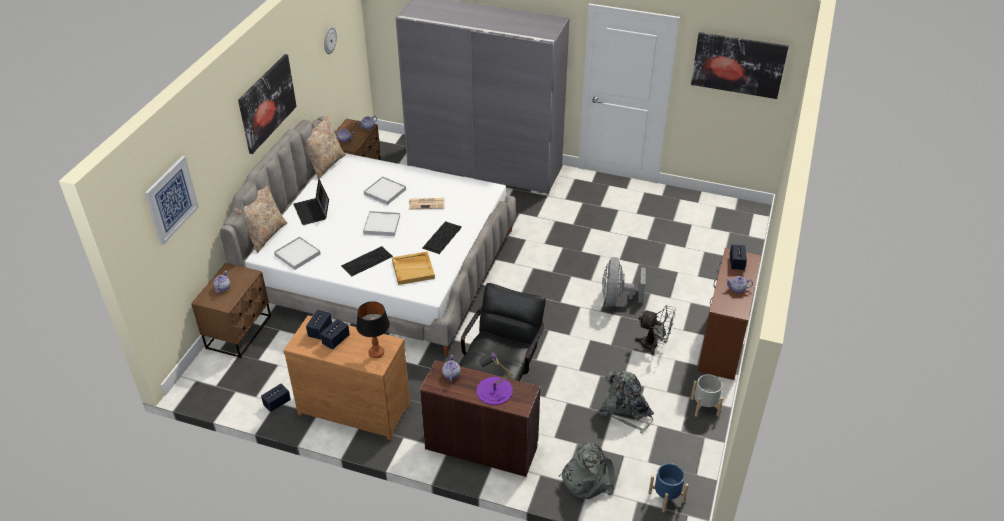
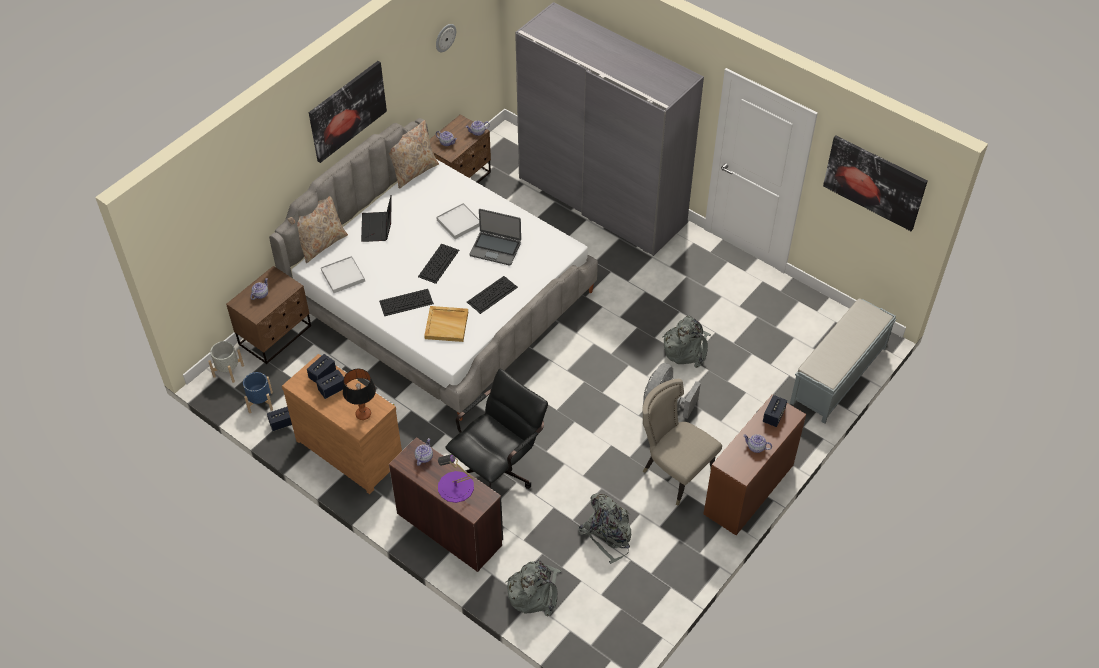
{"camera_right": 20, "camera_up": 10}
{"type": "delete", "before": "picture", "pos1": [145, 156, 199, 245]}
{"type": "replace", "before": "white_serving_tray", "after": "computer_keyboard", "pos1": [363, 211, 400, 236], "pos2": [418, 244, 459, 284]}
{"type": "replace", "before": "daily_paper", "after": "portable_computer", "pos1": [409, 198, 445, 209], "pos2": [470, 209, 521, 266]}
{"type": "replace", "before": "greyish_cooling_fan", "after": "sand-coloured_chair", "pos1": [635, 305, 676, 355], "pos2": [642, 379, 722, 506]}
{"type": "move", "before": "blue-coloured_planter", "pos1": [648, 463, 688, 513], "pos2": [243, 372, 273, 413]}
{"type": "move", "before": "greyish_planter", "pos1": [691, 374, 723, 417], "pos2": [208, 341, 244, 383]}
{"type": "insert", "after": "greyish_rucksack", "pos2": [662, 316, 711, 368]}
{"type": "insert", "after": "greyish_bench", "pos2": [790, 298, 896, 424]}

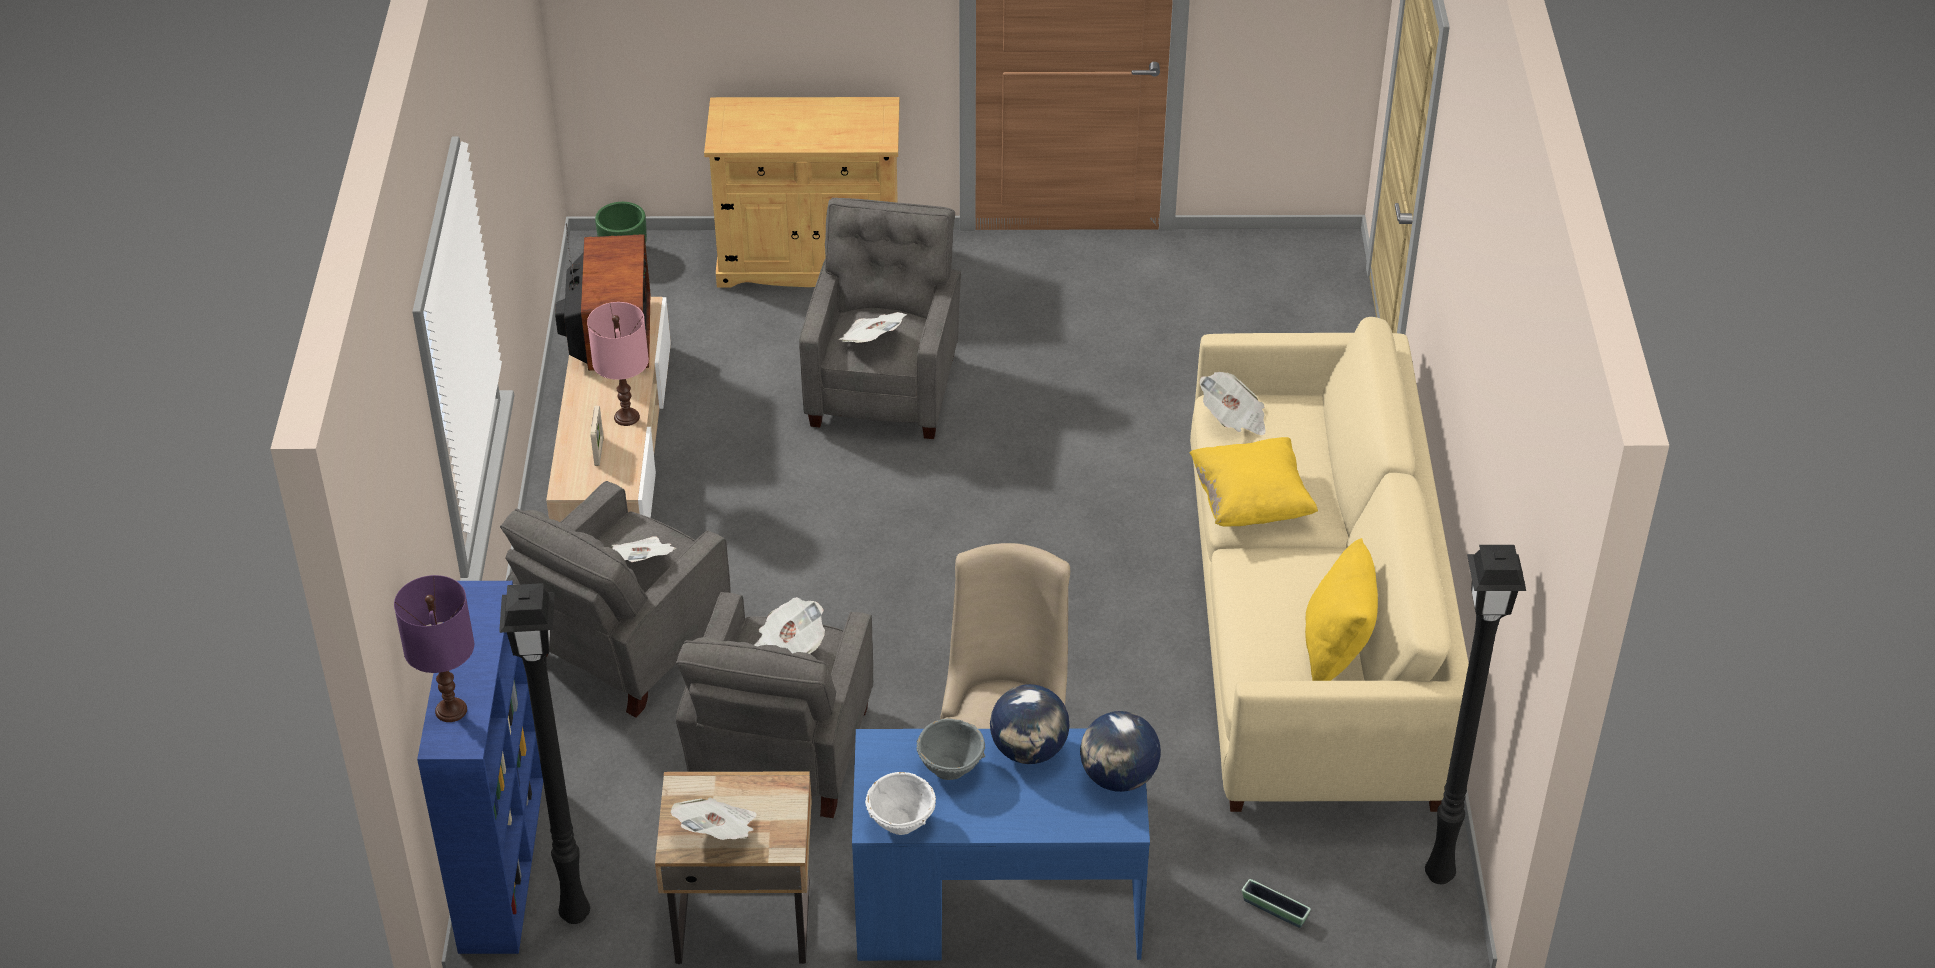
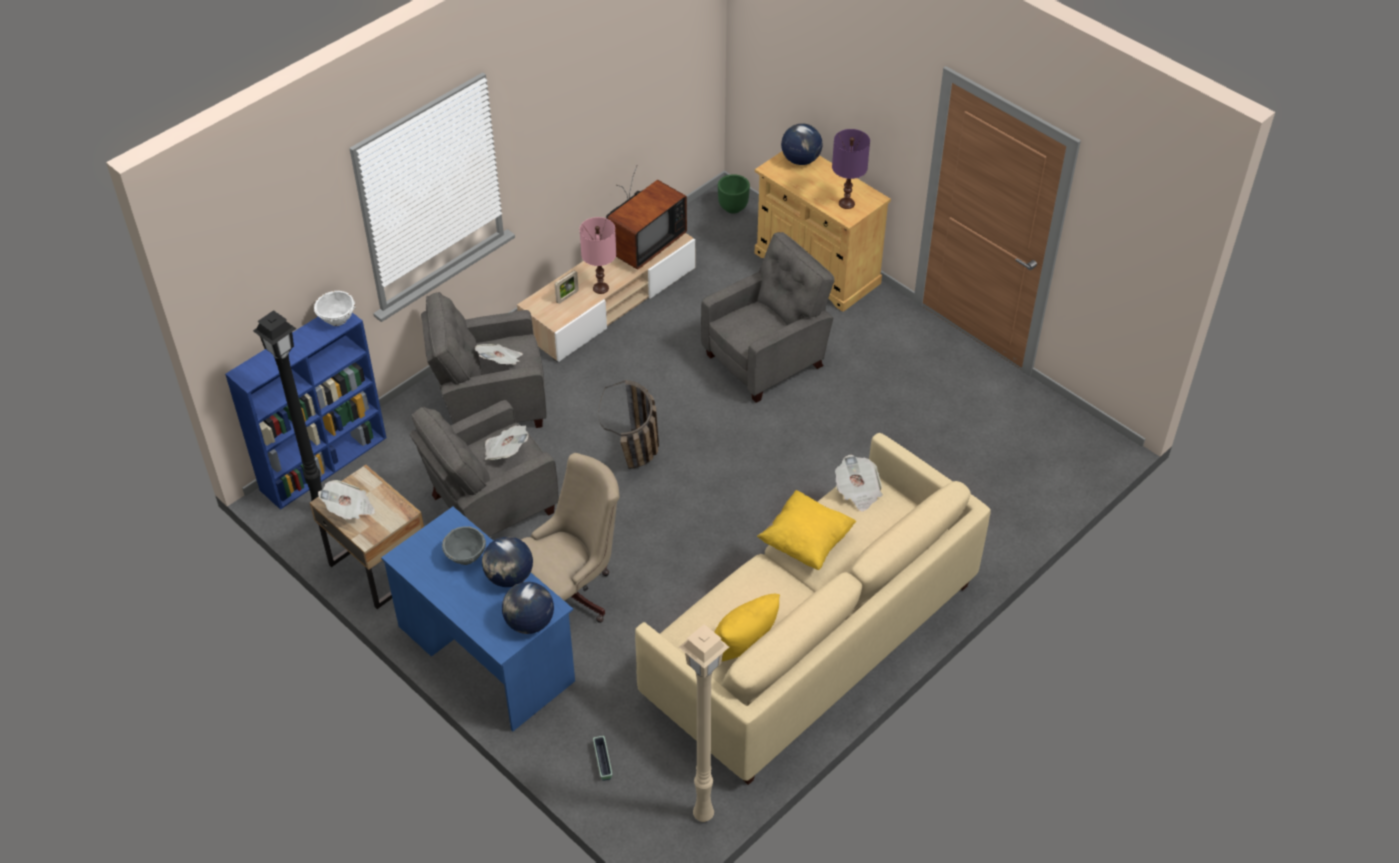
{"camera_right": 45, "camera_up": 5}
{"type": "move", "before": "purplish_lamp_for_a_table", "pos1": [394, 575, 474, 722], "pos2": [832, 129, 870, 209]}
{"type": "delete", "before": "daily_paper", "pos1": [839, 312, 907, 343]}
{"type": "move", "before": "white_serving_bowl", "pos1": [865, 772, 936, 835], "pos2": [314, 291, 356, 326]}
{"type": "recolor", "before": "blackish_floor_lamp", "after": "sand-coloured_floor_lamp", "pos1": [1425, 545, 1526, 884], "pos2": [679, 624, 729, 822]}
{"type": "insert", "after": "storage_basket", "pos2": [598, 380, 659, 469]}
{"type": "insert", "after": "globe", "pos2": [781, 123, 822, 165]}

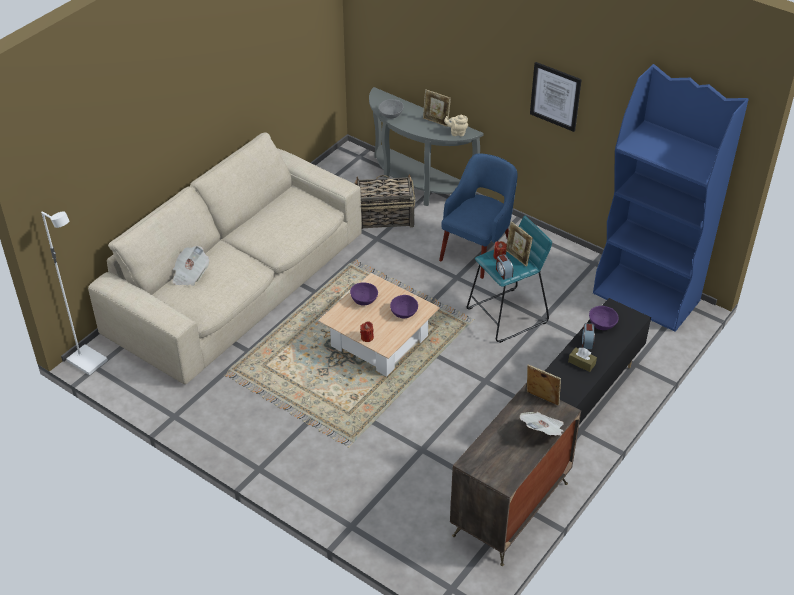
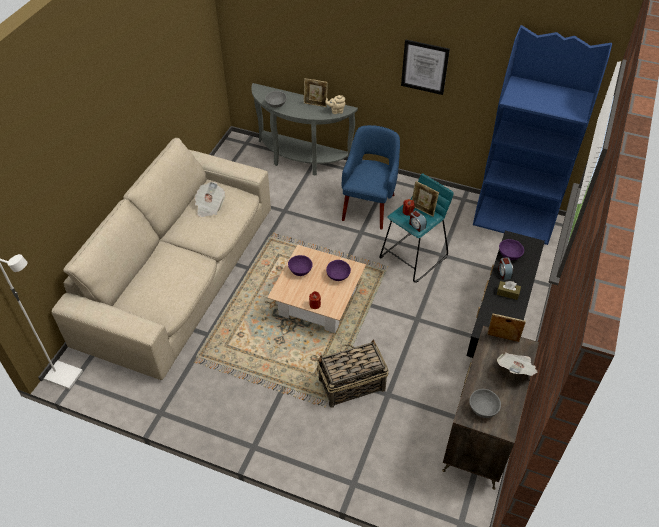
{"camera_right": -15, "camera_up": 5}
{"type": "move", "before": "daily_paper", "pos1": [172, 246, 209, 286], "pos2": [194, 182, 225, 217]}
{"type": "move", "before": "storage_basket", "pos1": [354, 174, 415, 228], "pos2": [317, 339, 389, 408]}
{"type": "insert", "after": "greyish_serving_bowl", "pos2": [469, 389, 501, 418]}

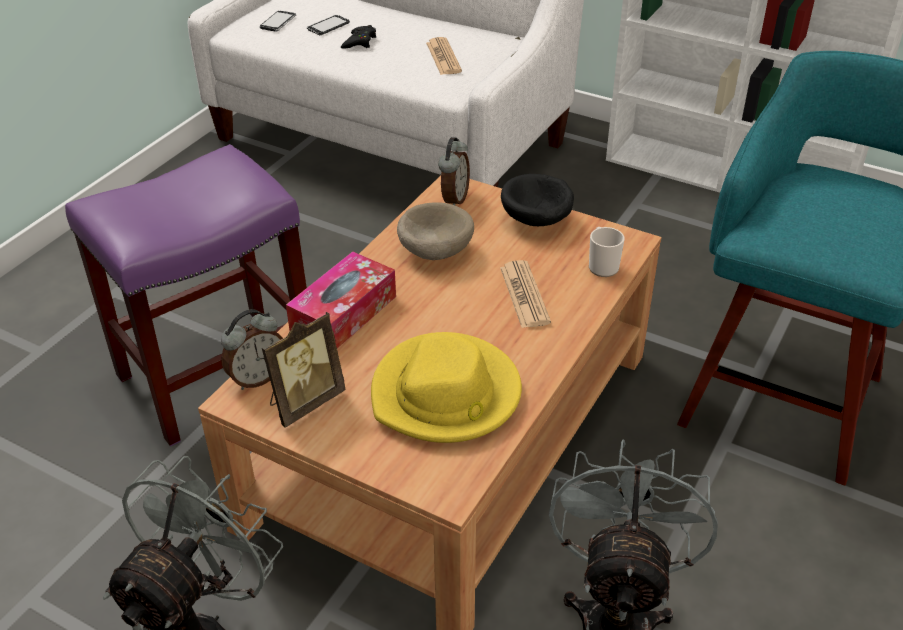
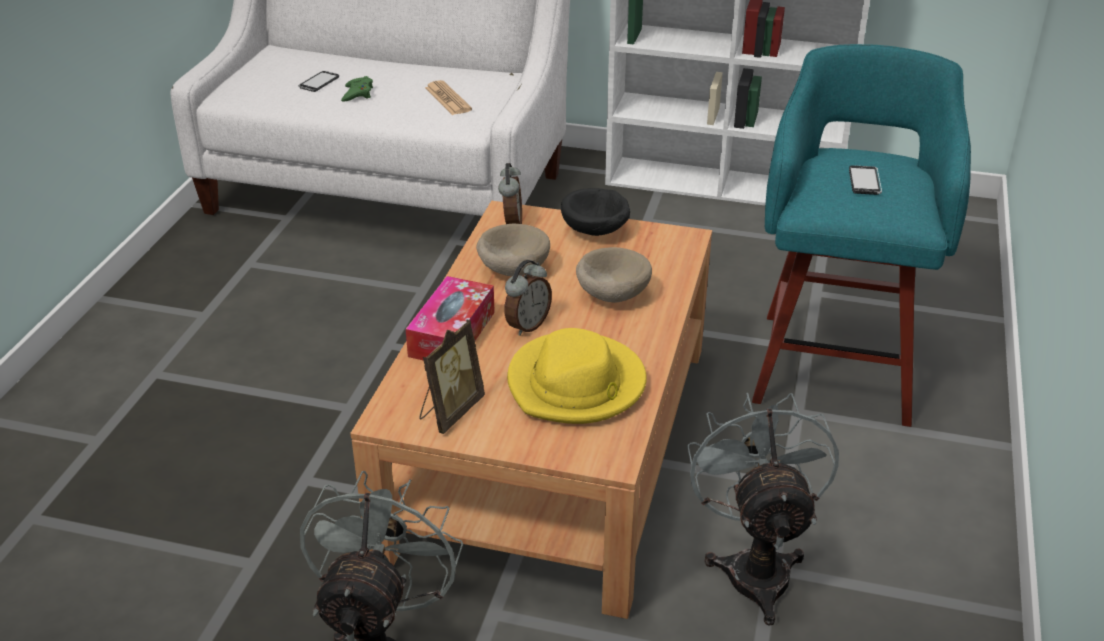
{"camera_right": -15, "camera_up": -5}
{"type": "delete", "before": "purplish_sitting_stool", "pos1": [65, 144, 307, 446]}
{"type": "move", "before": "bedside_clock", "pos1": [221, 309, 283, 390], "pos2": [504, 260, 552, 336]}
{"type": "move", "before": "handset", "pos1": [260, 11, 296, 32], "pos2": [849, 165, 882, 195]}
{"type": "recolor", "before": "blackish_gamepad", "after": "green_gamepad", "pos1": [341, 25, 376, 49], "pos2": [341, 76, 373, 102]}
{"type": "replace", "before": "daily_paper", "after": "sand-coloured_serving_bowl", "pos1": [500, 260, 551, 328], "pos2": [576, 247, 652, 303]}
{"type": "delete", "before": "coffee_mug", "pos1": [589, 227, 624, 277]}

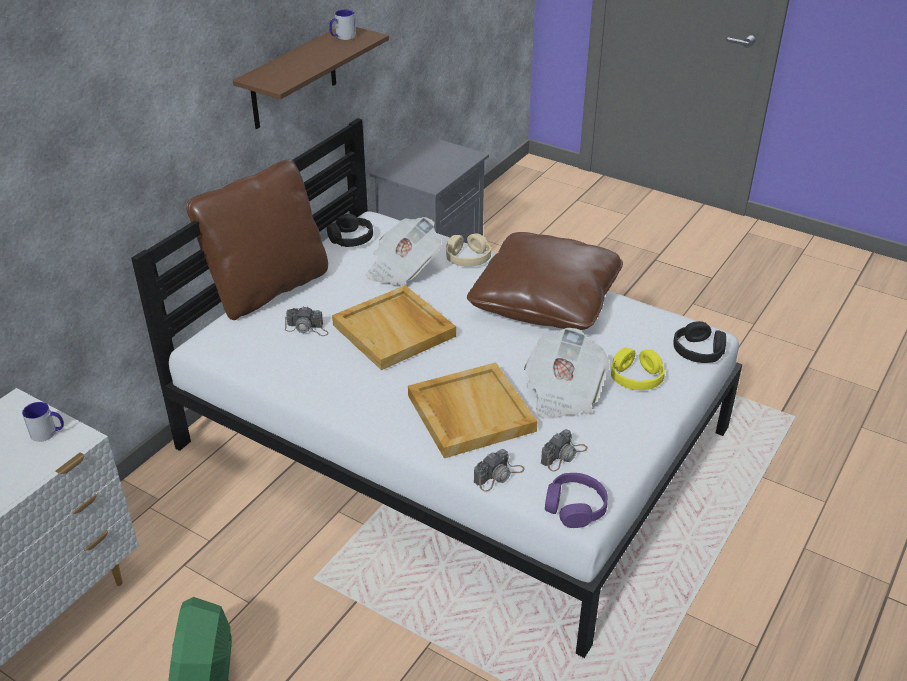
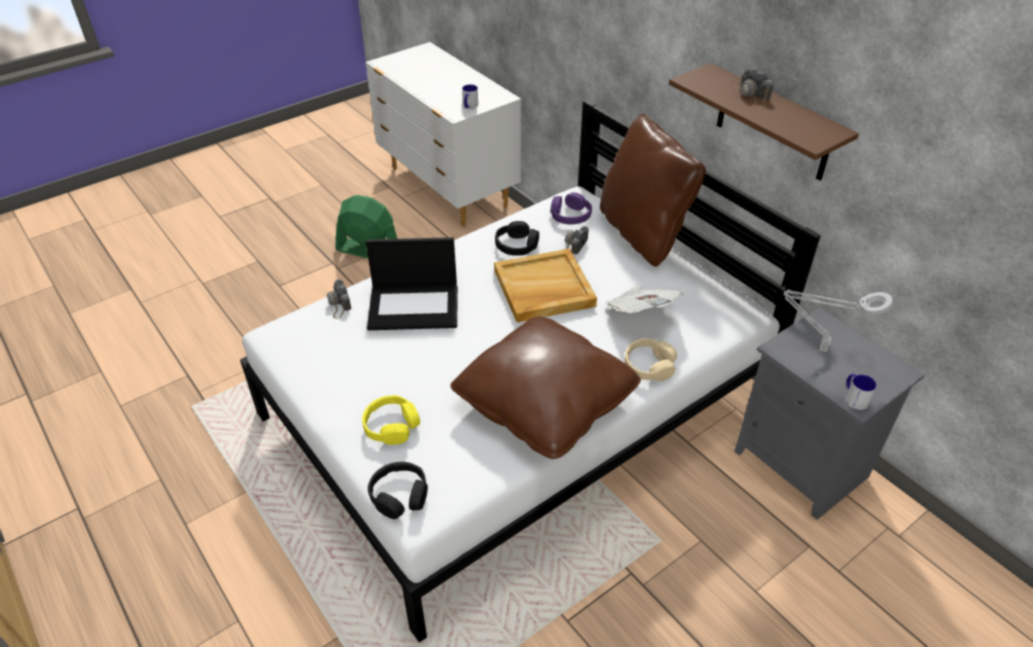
{"camera_right": 110, "camera_up": 5}
{"type": "move", "before": "blackish_pair_of_headphones", "pos1": [327, 214, 373, 247], "pos2": [495, 221, 539, 256]}
{"type": "move", "before": "coffee_mug", "pos1": [329, 9, 356, 40], "pos2": [845, 374, 877, 410]}
{"type": "replace", "before": "sand-coloured_serving_tray", "after": "portable_computer", "pos1": [408, 363, 538, 458], "pos2": [366, 237, 458, 330]}
{"type": "delete", "before": "daily_paper", "pos1": [524, 328, 610, 419]}
{"type": "move", "before": "photo_camera", "pos1": [541, 429, 588, 472], "pos2": [734, 69, 774, 107]}
{"type": "move", "before": "purplish_pair_of_headphones", "pos1": [545, 473, 608, 528], "pos2": [551, 192, 592, 224]}
{"type": "insert", "after": "greyish_lamp_for_a_table", "pos2": [784, 289, 893, 352]}

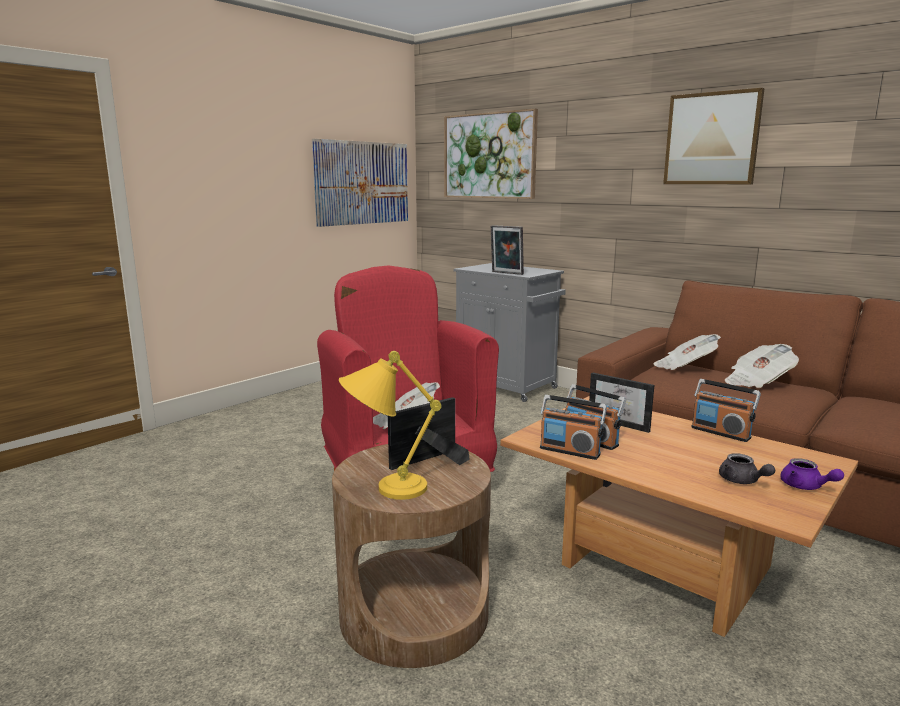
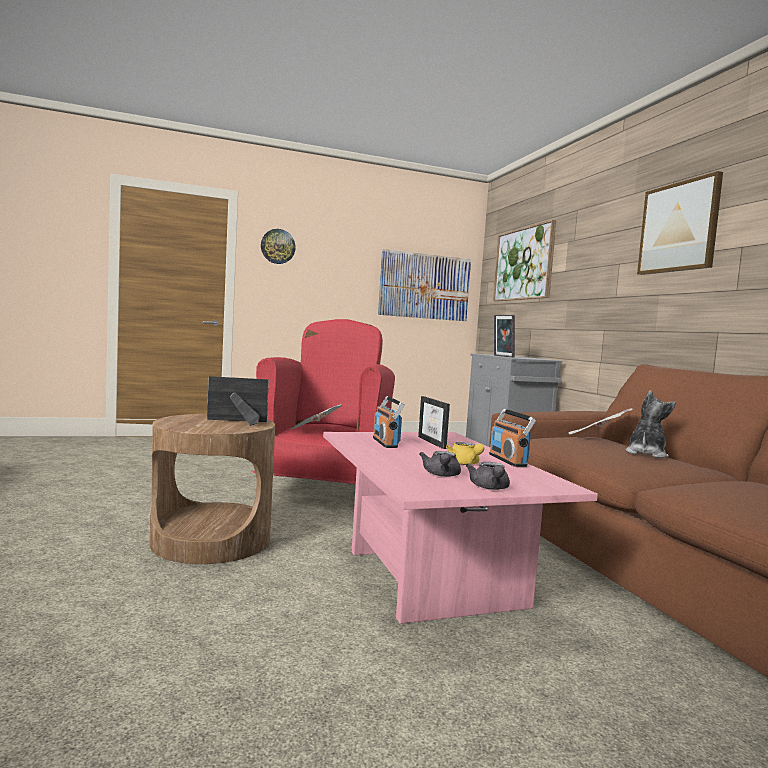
{"camera_right": 30, "camera_up": -10}
{"type": "delete", "before": "yellow-coloured_lamp_for_a_table", "pos1": [339, 351, 441, 500]}
{"type": "recolor", "before": "brown-coloured_coffee_table", "after": "pink_coffee_table", "pos1": [500, 396, 858, 637], "pos2": [323, 432, 598, 624]}
{"type": "delete", "before": "radio_set", "pos1": [540, 395, 607, 460]}
{"type": "replace", "before": "daily_paper", "after": "cuddly_toy", "pos1": [724, 344, 799, 388], "pos2": [625, 391, 676, 458]}
{"type": "recolor", "before": "purplish_pot_for_tea", "after": "greyish_pot_for_tea", "pos1": [780, 458, 844, 490], "pos2": [466, 462, 510, 490]}
{"type": "insert", "after": "wall_clock", "pos2": [261, 229, 296, 264]}
{"type": "insert", "after": "yellow-coloured_pot_for_tea", "pos2": [446, 442, 484, 465]}

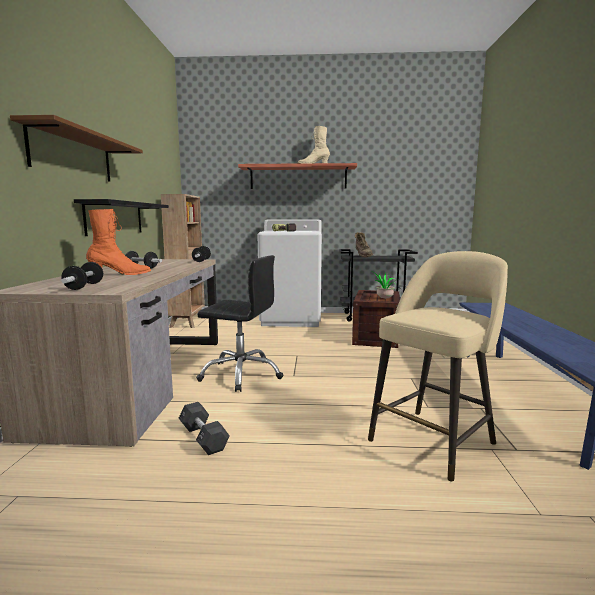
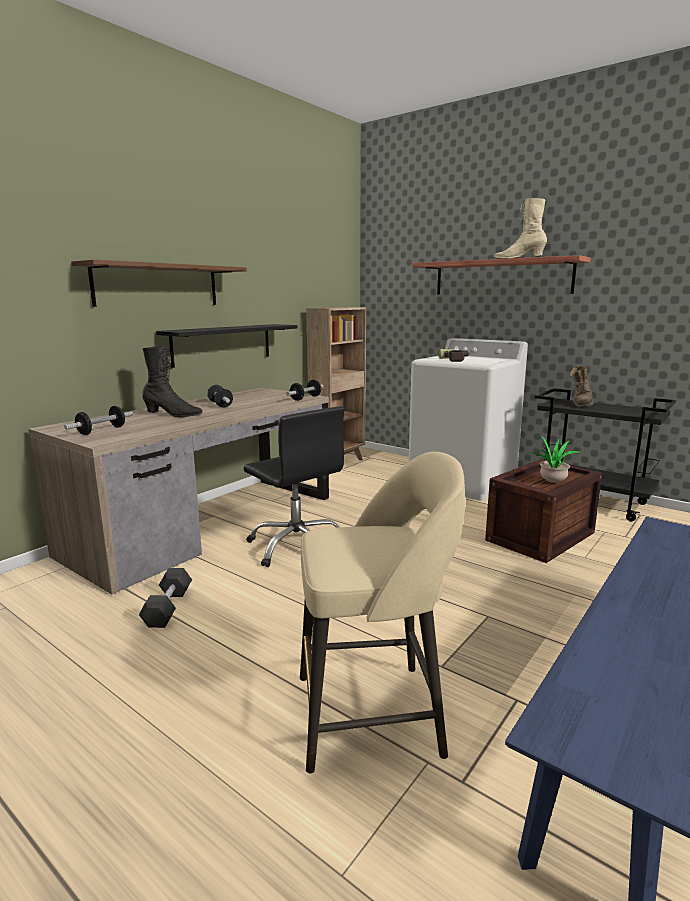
{"camera_right": 35, "camera_up": 5}
{"type": "recolor", "before": "orange-coloured_high-top_boot", "after": "blackish_high-top_boot", "pos1": [86, 209, 151, 275], "pos2": [142, 346, 203, 417]}

